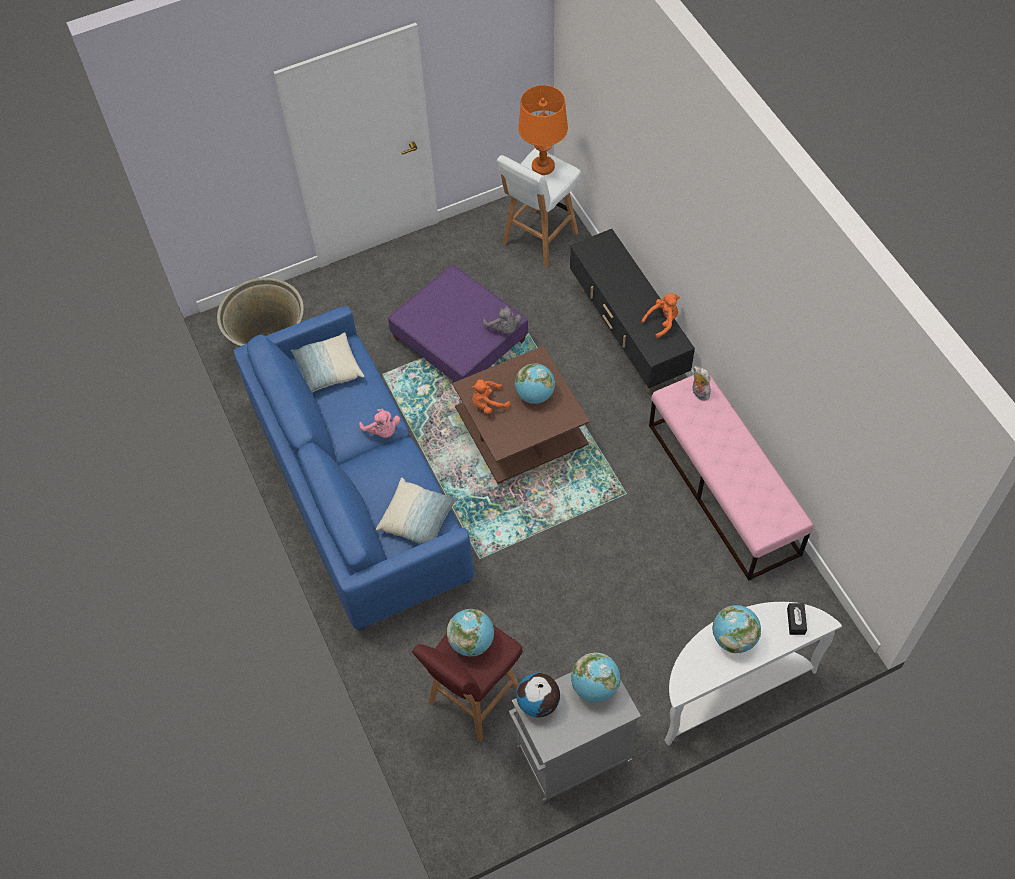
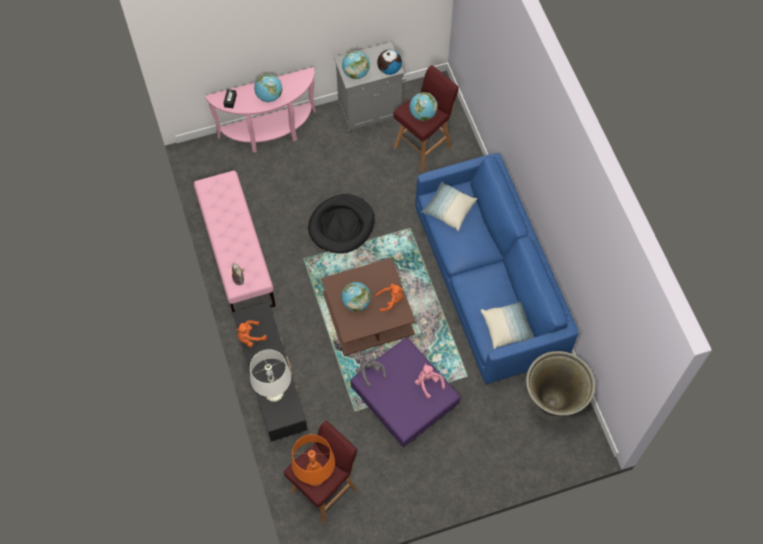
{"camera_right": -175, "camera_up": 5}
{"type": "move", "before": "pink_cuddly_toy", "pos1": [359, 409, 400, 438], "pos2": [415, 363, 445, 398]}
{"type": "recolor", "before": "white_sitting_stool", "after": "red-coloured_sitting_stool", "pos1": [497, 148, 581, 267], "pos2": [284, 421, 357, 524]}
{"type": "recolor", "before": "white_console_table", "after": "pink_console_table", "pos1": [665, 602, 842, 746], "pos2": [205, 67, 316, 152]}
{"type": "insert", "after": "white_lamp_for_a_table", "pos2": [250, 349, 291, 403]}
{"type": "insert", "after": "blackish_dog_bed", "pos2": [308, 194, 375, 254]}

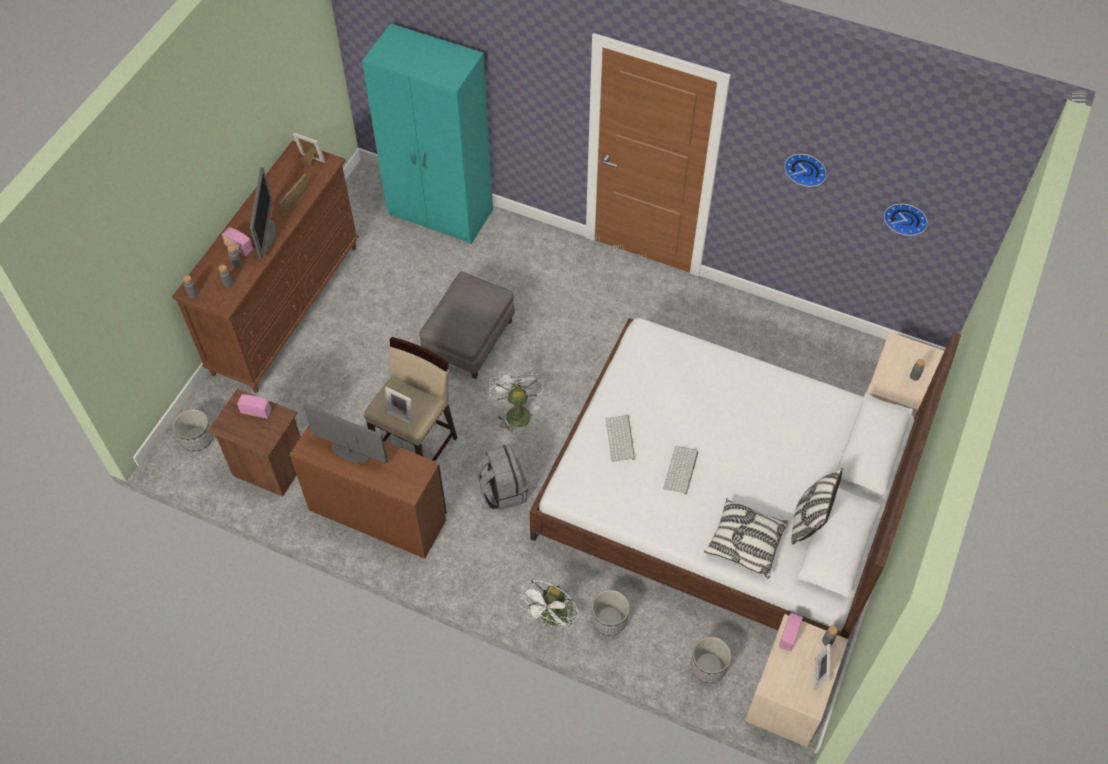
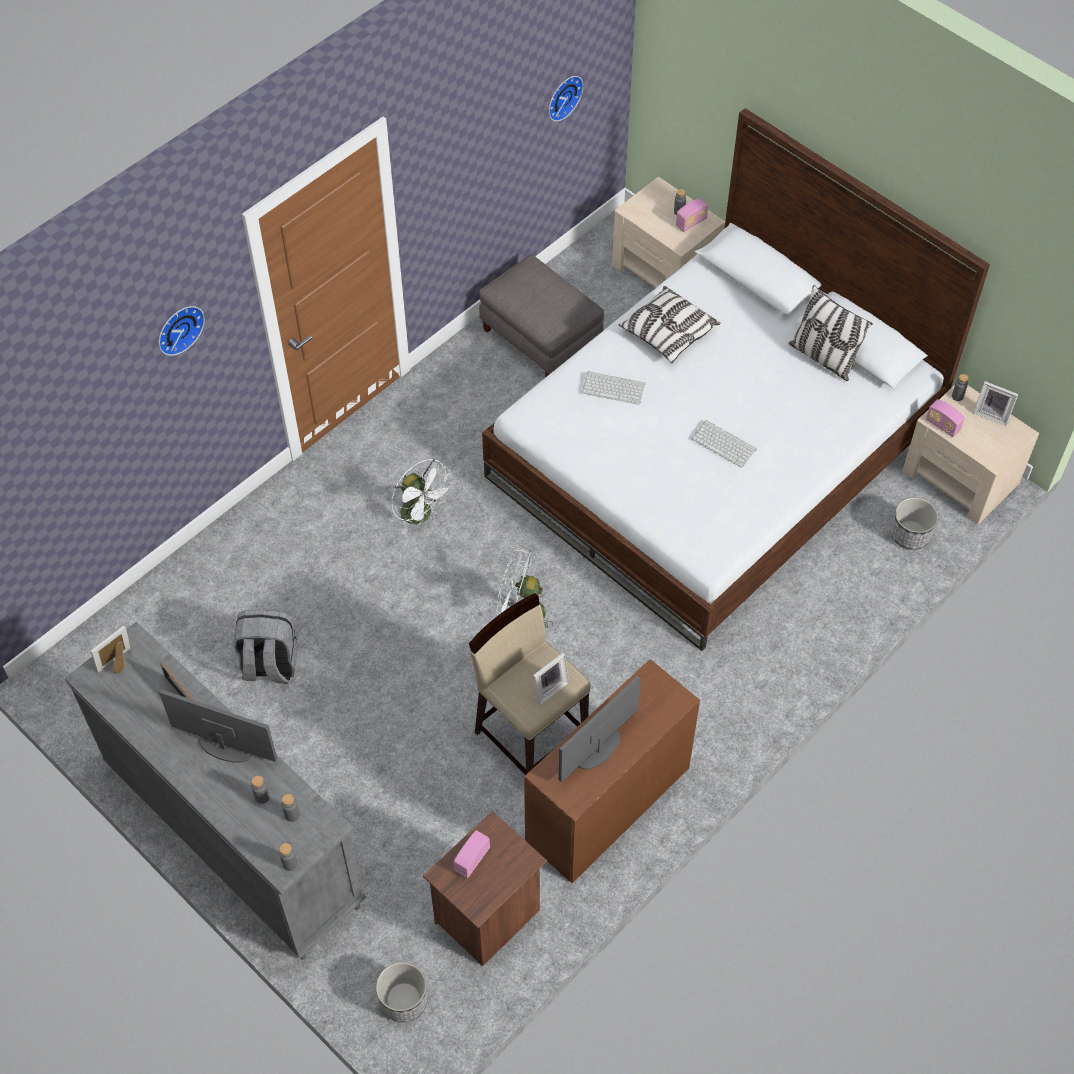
{"camera_right": -70, "camera_up": 0}
{"type": "recolor", "before": "brown-coloured_drawer_chest", "after": "greyish_drawer_chest", "pos1": [172, 140, 359, 393], "pos2": [65, 622, 366, 960]}
{"type": "move", "before": "radio_set", "pos1": [222, 227, 253, 256], "pos2": [676, 198, 709, 232]}
{"type": "delete", "before": "blue-green_wardrobe", "pos1": [362, 24, 493, 244]}
{"type": "move", "before": "greyish_ottoman", "pos1": [419, 271, 515, 379], "pos2": [479, 254, 604, 378]}
{"type": "move", "before": "greyish_rucksack", "pos1": [476, 444, 528, 511], "pos2": [234, 610, 298, 684]}
{"type": "move", "before": "white_cooling_fan", "pos1": [518, 580, 578, 632], "pos2": [391, 459, 454, 535]}
{"type": "delete", "before": "planter", "pos1": [592, 590, 630, 636]}
{"type": "move", "before": "computer_keyboard", "pos1": [606, 415, 635, 462], "pos2": [582, 371, 645, 405]}
{"type": "move", "before": "throw_pillow", "pos1": [704, 498, 788, 579], "pos2": [618, 286, 721, 364]}
{"type": "move", "before": "wall_clock", "pos1": [784, 154, 827, 187], "pos2": [159, 306, 205, 356]}

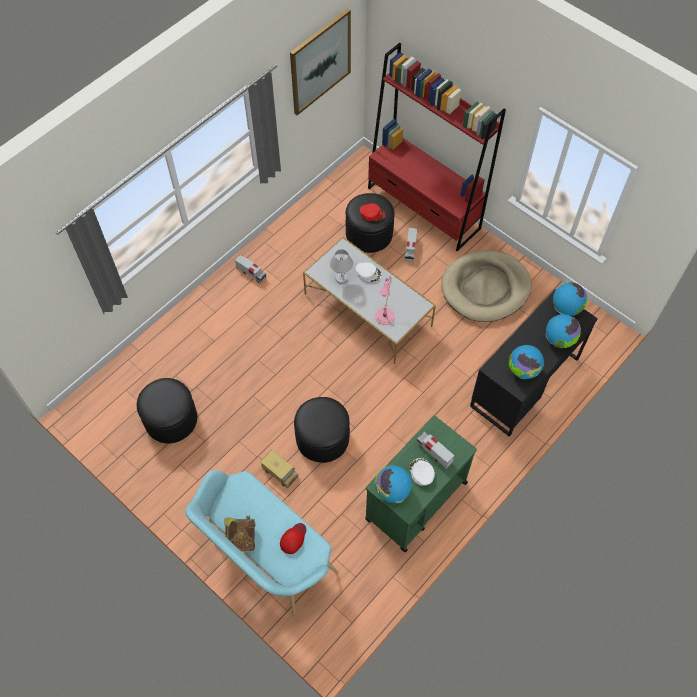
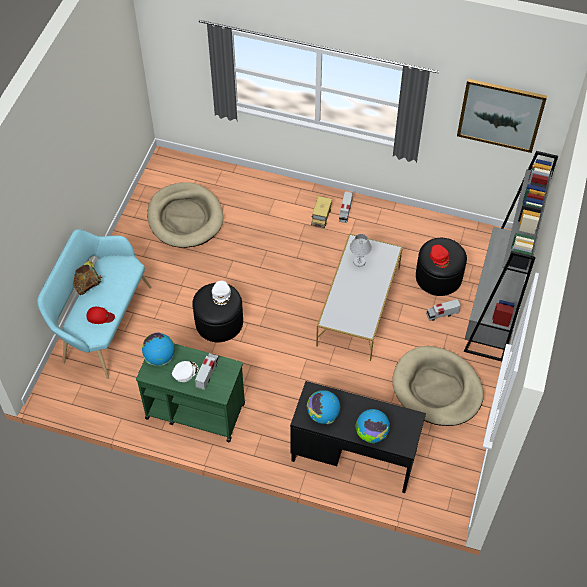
{"camera_right": 65, "camera_up": -5}
{"type": "replace", "before": "blackish_ottoman", "after": "sand-coloured_dog_bed", "pos1": [137, 378, 197, 443], "pos2": [147, 182, 224, 248]}
{"type": "move", "before": "model_truck", "pos1": [260, 450, 298, 488], "pos2": [311, 196, 332, 228]}
{"type": "move", "before": "white_baseball_cap", "pos1": [356, 263, 381, 282], "pos2": [212, 281, 231, 305]}
{"type": "recolor", "before": "red-coloured_bookcase", "after": "greyish_bookcase", "pos1": [368, 43, 506, 252], "pos2": [464, 151, 558, 362]}
{"type": "delete", "before": "pink_lamp_for_a_table", "pos1": [375, 276, 395, 325]}
{"type": "delete", "before": "globe", "pos1": [553, 282, 587, 316]}

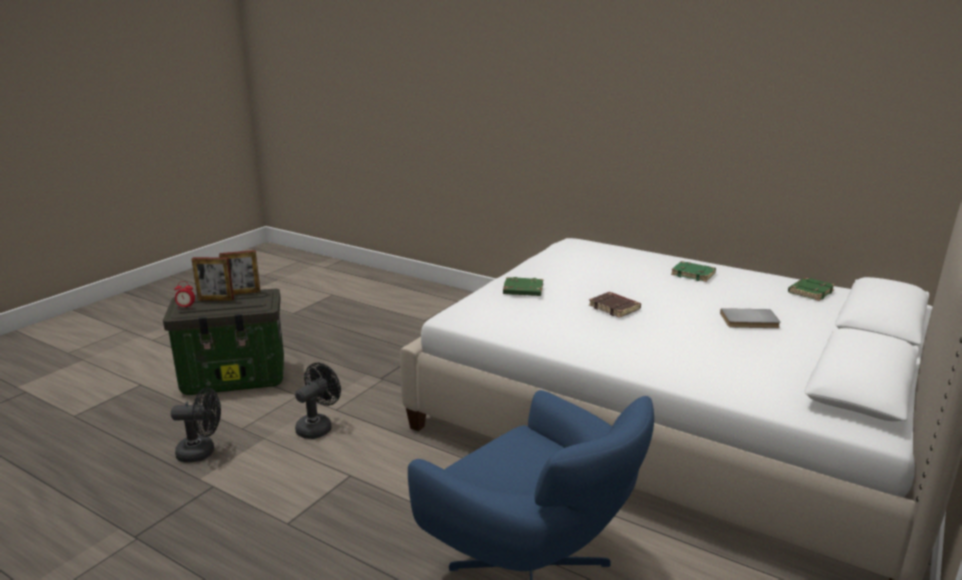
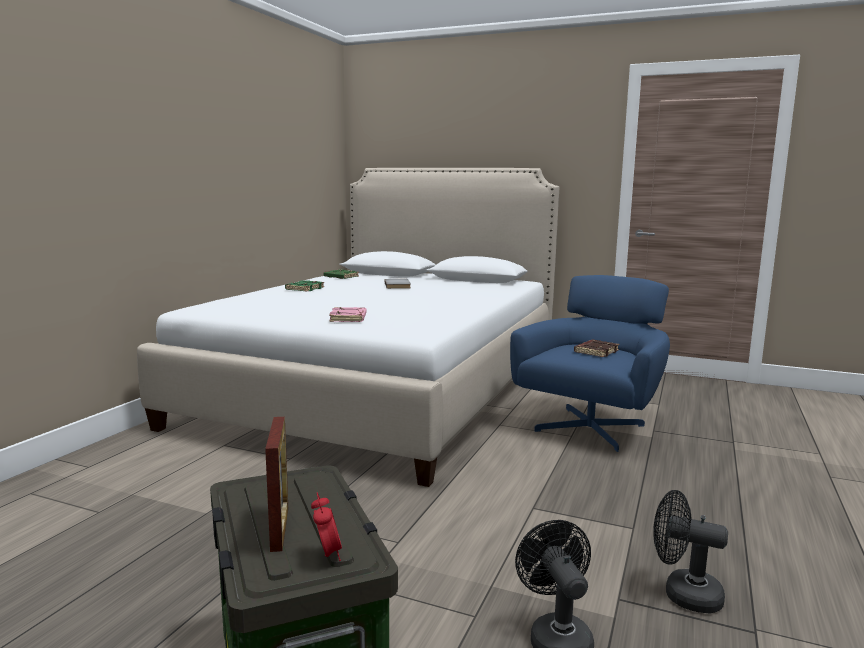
{"camera_right": -100, "camera_up": -10}
{"type": "delete", "before": "picture_frame", "pos1": [219, 250, 261, 295]}
{"type": "move", "before": "blackish_cooling_fan", "pos1": [295, 363, 341, 439], "pos2": [653, 490, 728, 613]}
{"type": "recolor", "before": "green_bound_book", "after": "pink_bound_book", "pos1": [503, 277, 543, 296], "pos2": [329, 307, 366, 322]}
{"type": "move", "before": "brown-coloured_bound_book", "pos1": [589, 292, 641, 318], "pos2": [574, 340, 619, 357]}

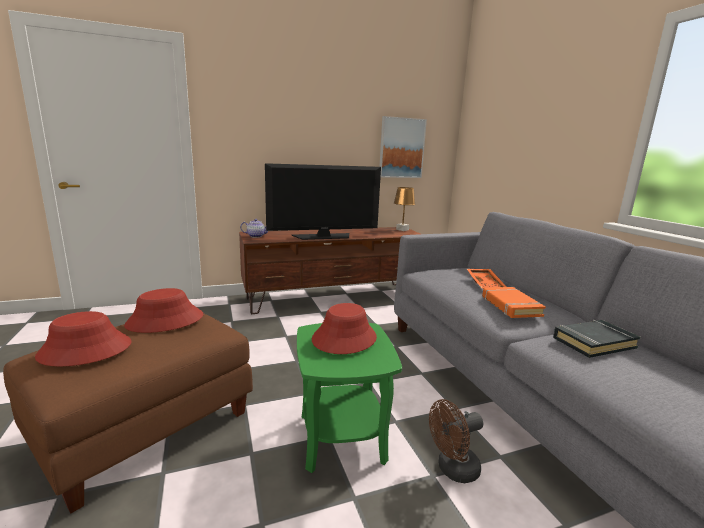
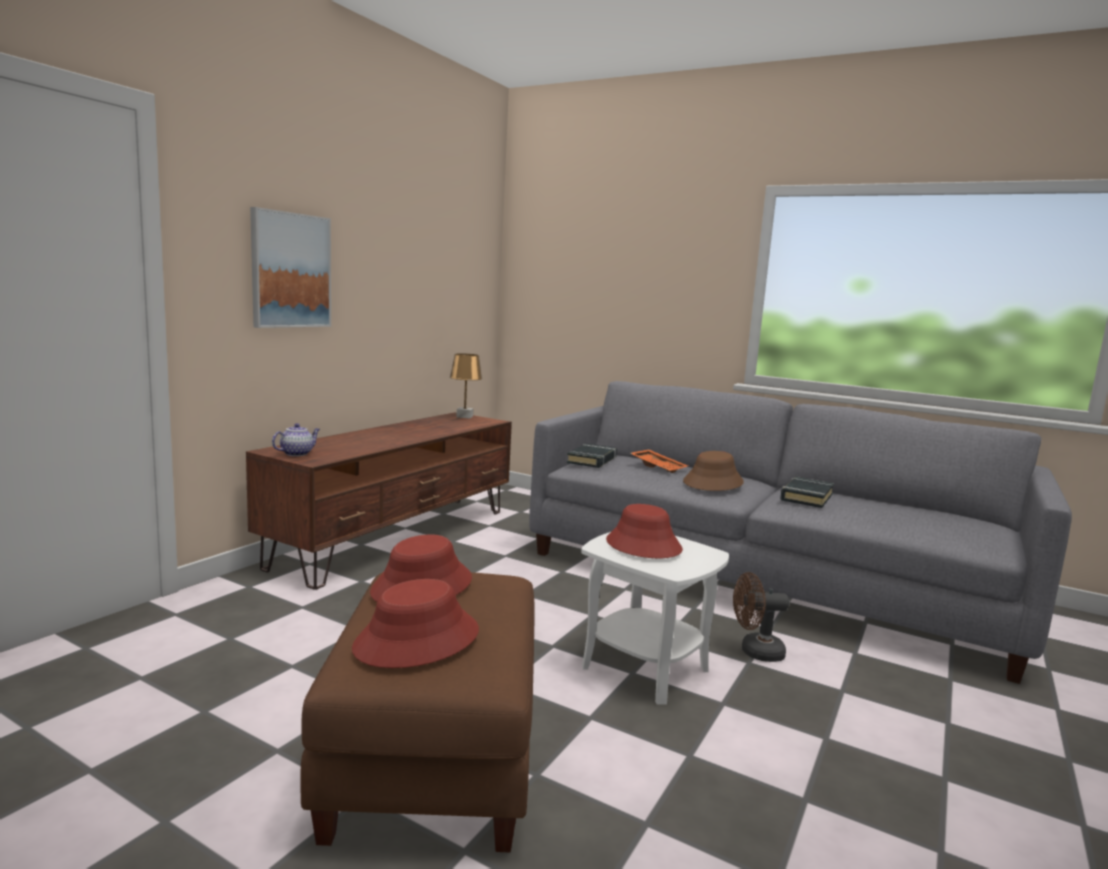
{"camera_right": -40, "camera_up": -5}
{"type": "delete", "before": "TV", "pos1": [265, 163, 381, 240]}
{"type": "recolor", "before": "green_side_table", "after": "white_side_table", "pos1": [297, 323, 402, 473], "pos2": [581, 532, 729, 705]}
{"type": "move", "before": "picture", "pos1": [380, 116, 427, 178], "pos2": [250, 207, 331, 328]}
{"type": "rotate", "before": "brown-coloured_cooling_fan", "pos1": [429, 399, 483, 483], "pos2": [733, 572, 789, 662], "turn": 60}
{"type": "replace", "before": "orange-coloured_bound_book", "after": "brown-coloured_wearable_hat", "pos1": [482, 287, 546, 318], "pos2": [683, 451, 744, 491]}
{"type": "insert", "after": "blackish_bound_book", "pos2": [567, 444, 617, 468]}

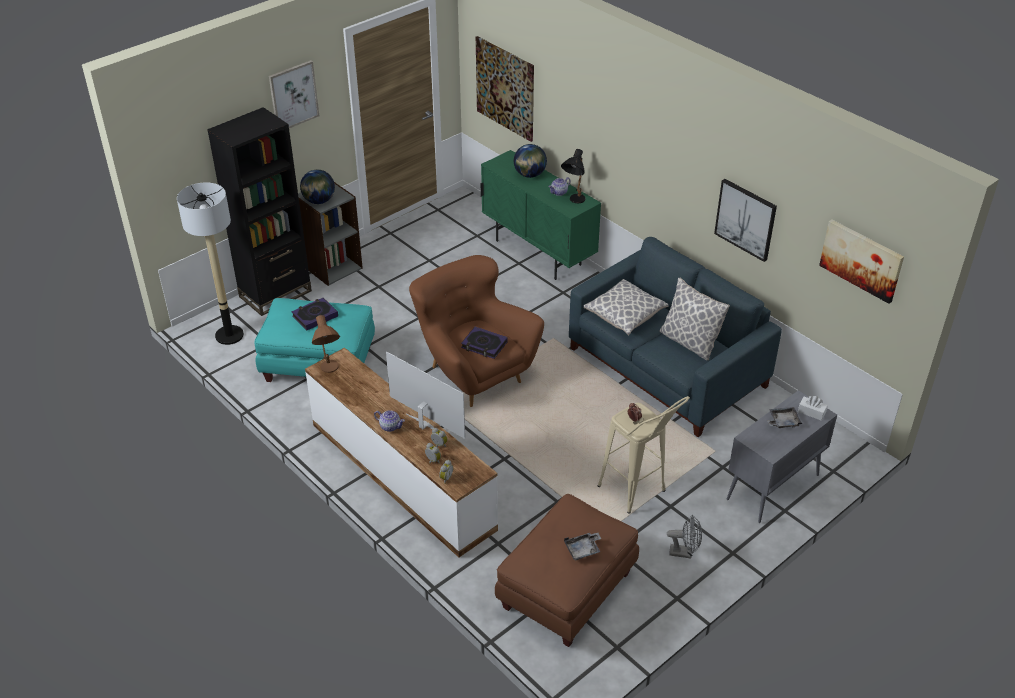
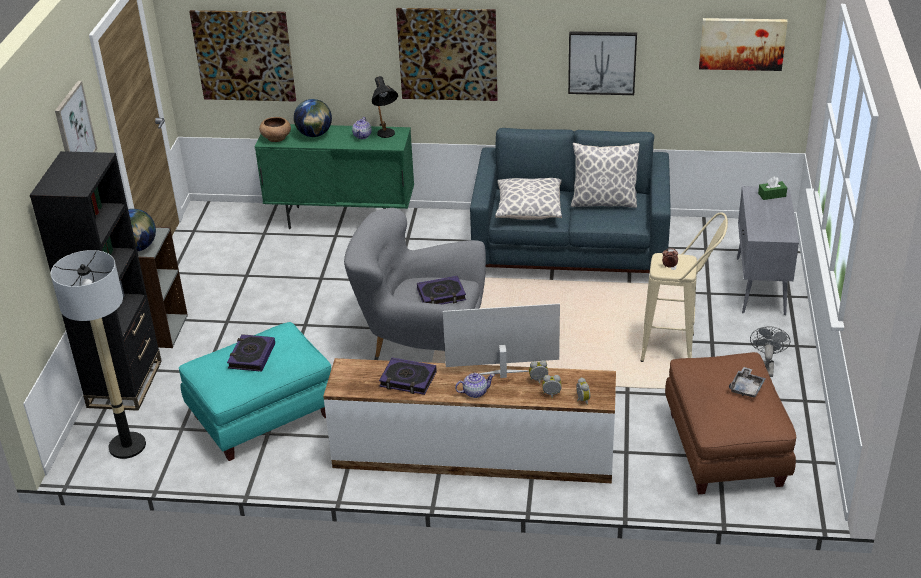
{"camera_right": -40, "camera_up": -5}
{"type": "delete", "before": "brown-coloured_lamp_for_a_table", "pos1": [312, 315, 340, 373]}
{"type": "recolor", "before": "brown-coloured_lounge_chair", "after": "greyish_lounge_chair", "pos1": [409, 255, 544, 407], "pos2": [344, 208, 486, 357]}
{"type": "rotate", "before": "greyish_cooling_fan", "pos1": [667, 515, 702, 559], "pos2": [750, 326, 790, 377], "turn": -45}
{"type": "delete", "before": "greyish_serving_tray", "pos1": [767, 407, 802, 428]}
{"type": "recolor", "before": "white_tissue_holder", "after": "green_tissue_holder", "pos1": [798, 396, 828, 421], "pos2": [758, 176, 787, 200]}
{"type": "insert", "after": "brown-coloured_serving_bowl", "pos2": [259, 117, 291, 142]}
{"type": "insert", "after": "bound_book", "pos2": [379, 358, 437, 395]}
{"type": "insert", "after": "picture", "pos2": [396, 8, 498, 101]}

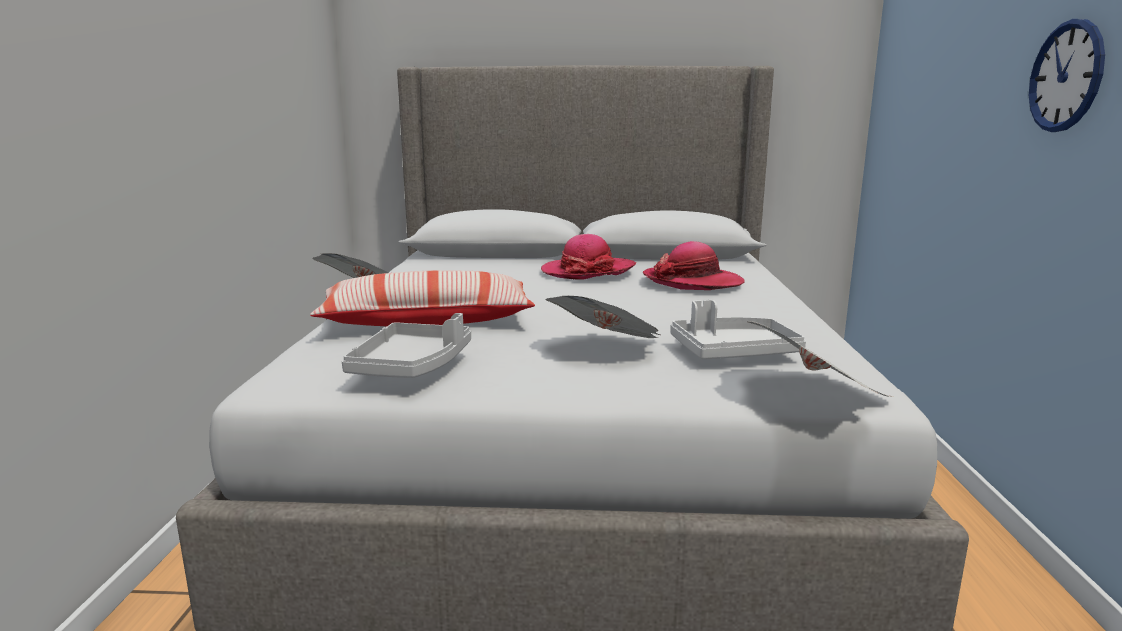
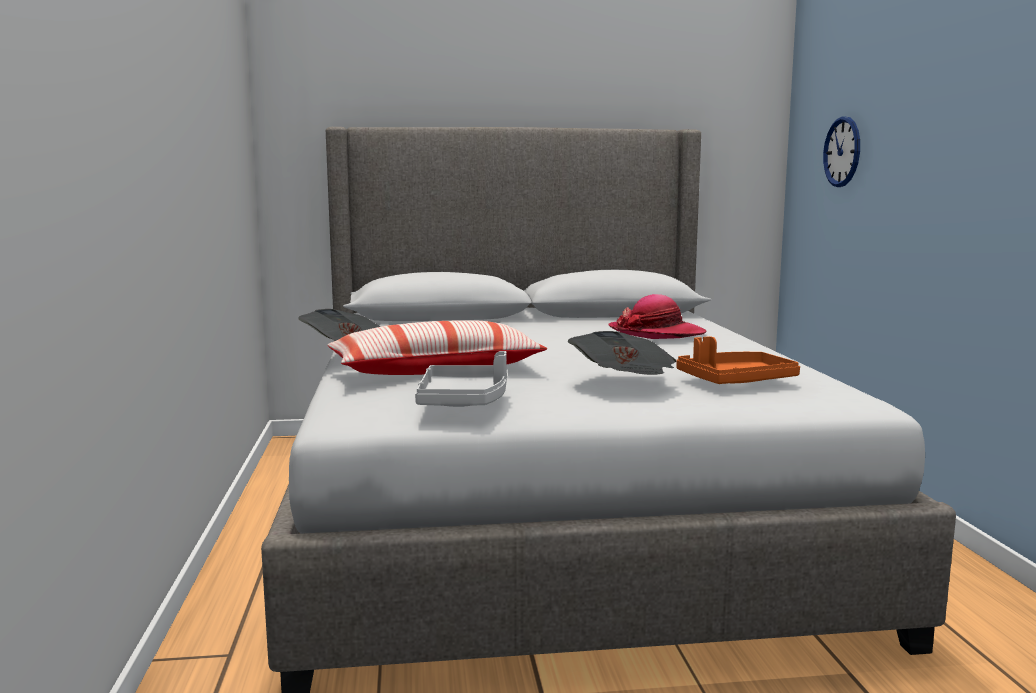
{"camera_right": -10, "camera_up": -5}
{"type": "delete", "before": "wearable_hat", "pos1": [541, 234, 636, 280]}
{"type": "recolor", "before": "white_serving_tray", "after": "orange-coloured_serving_tray", "pos1": [670, 300, 806, 359], "pos2": [676, 336, 800, 384]}
{"type": "delete", "before": "daily_paper", "pos1": [749, 321, 893, 397]}
{"type": "move", "before": "wall_clock", "pos1": [1029, 19, 1105, 132], "pos2": [823, 116, 860, 187]}

